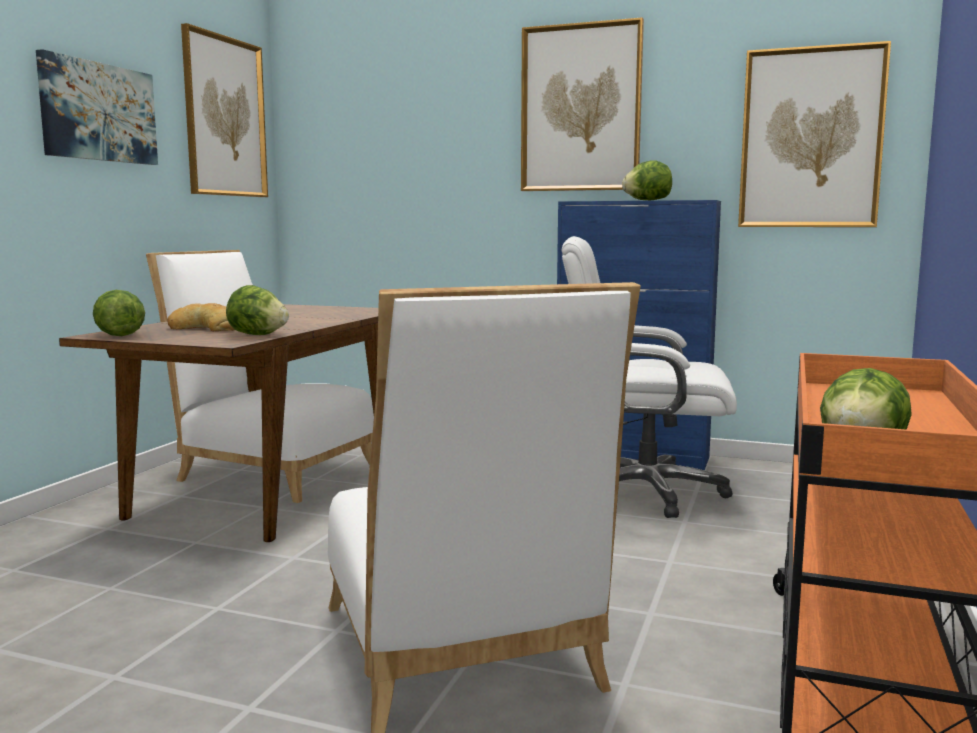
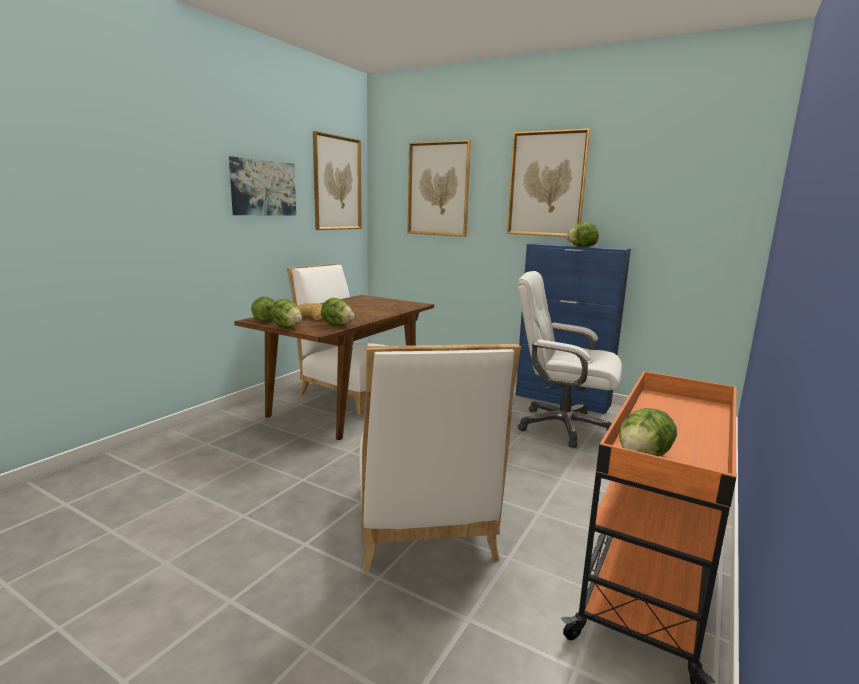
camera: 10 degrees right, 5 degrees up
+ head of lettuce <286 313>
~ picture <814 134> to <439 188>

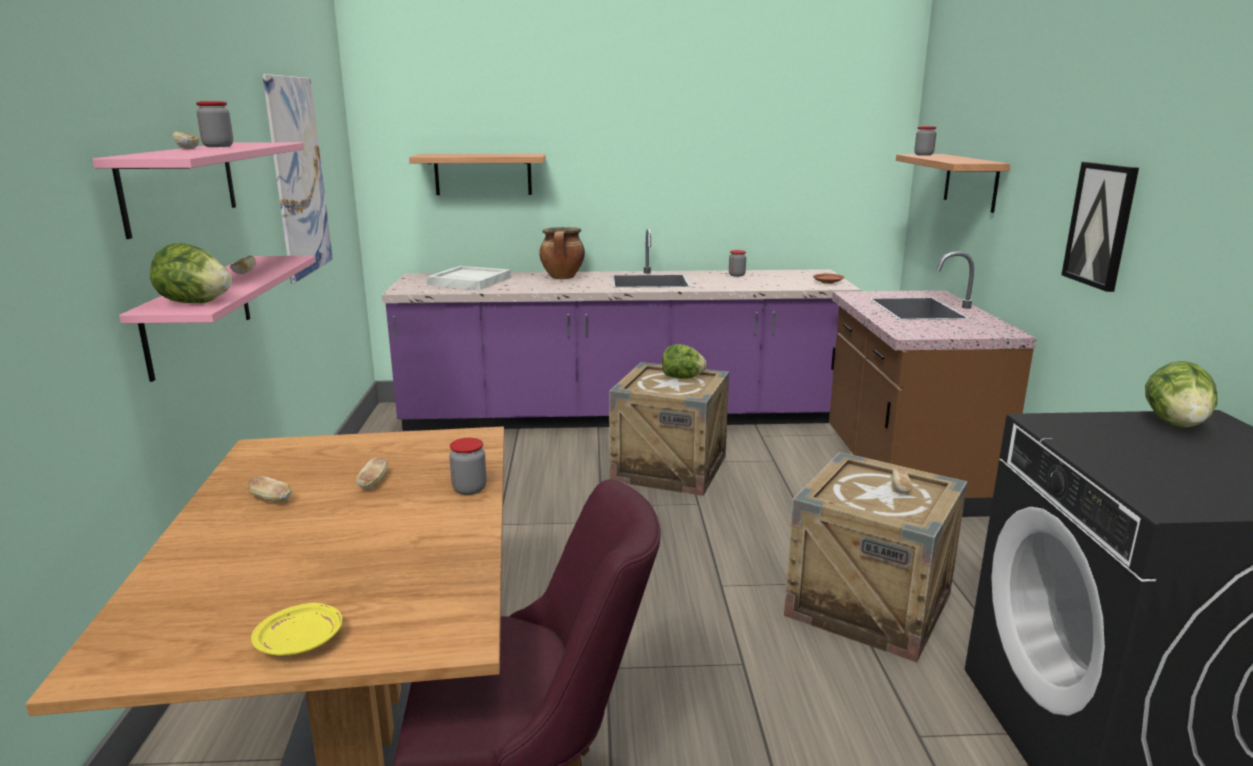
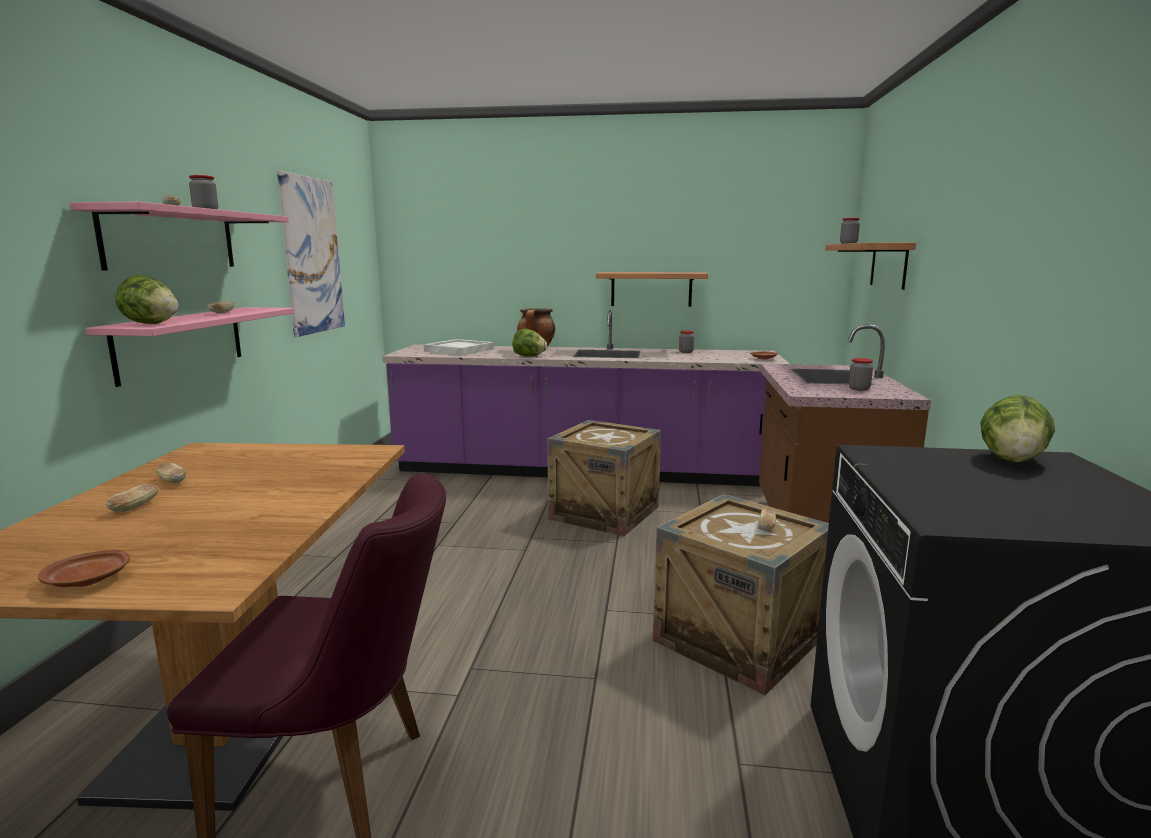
camera: 10 degrees right, 5 degrees down
~ yellowish dinner plate <296 629> to brown dinner plate <84 568>
~ baked bread <372 473> to <132 498>
~ head of lettuce <684 361> to <529 342>
~ wall shelf <477 174> to <652 289>
~ jar <468 466> to <861 374>
- picture <1100 227>

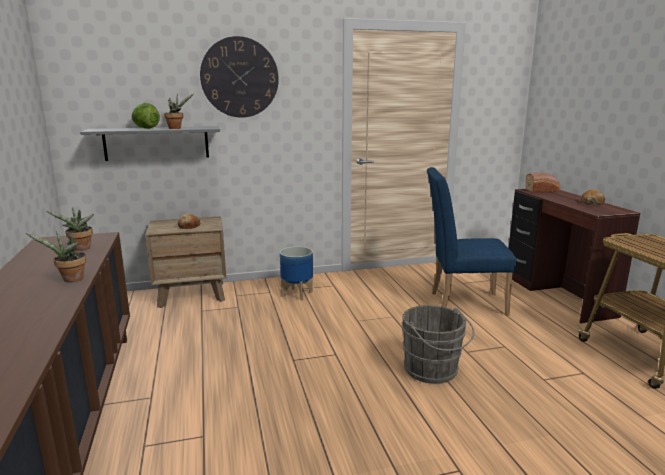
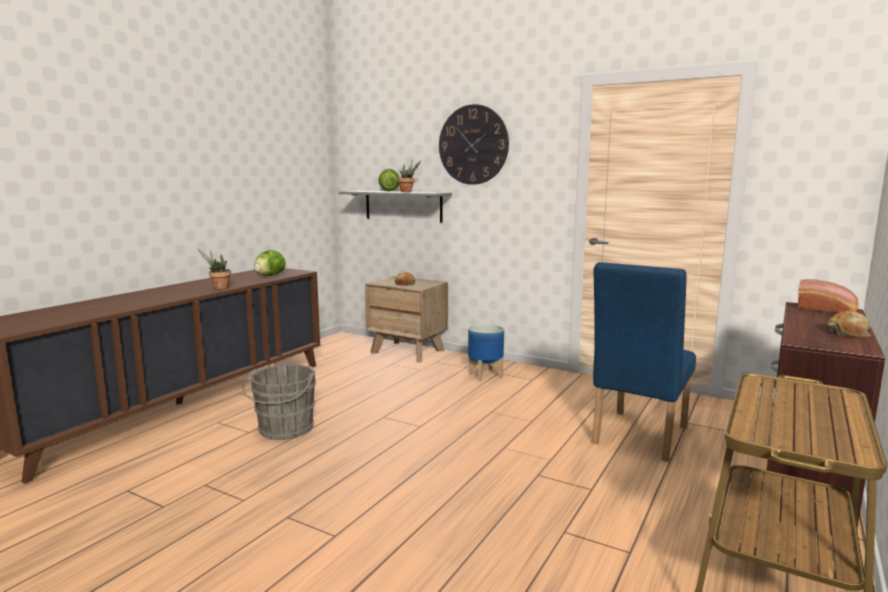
camera: 45 degrees right, 5 degrees down
~ greyish bucket <438 344> to <280 402>
~ plant in a pot <70 229> to head of lettuce <270 263>
~ bluish plain chair <471 241> = <644 362> 105 degrees counterclockwise

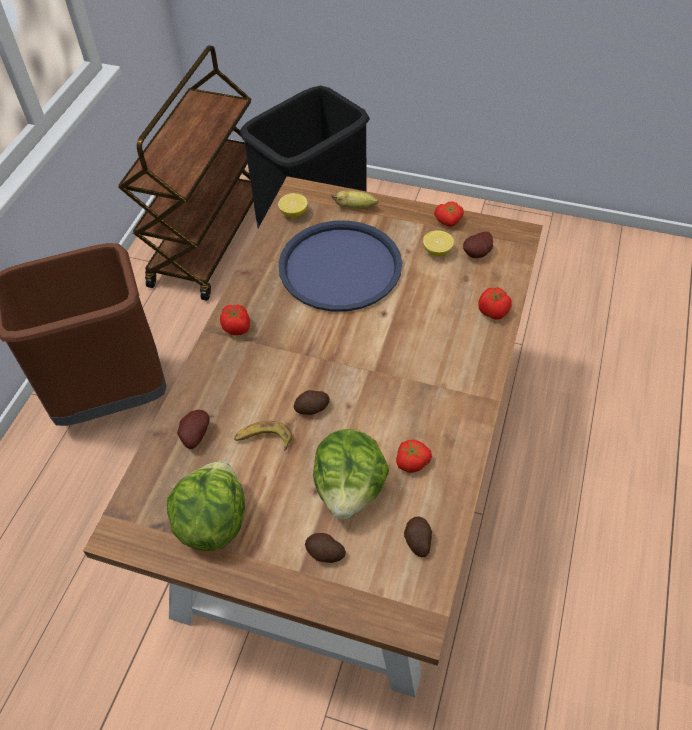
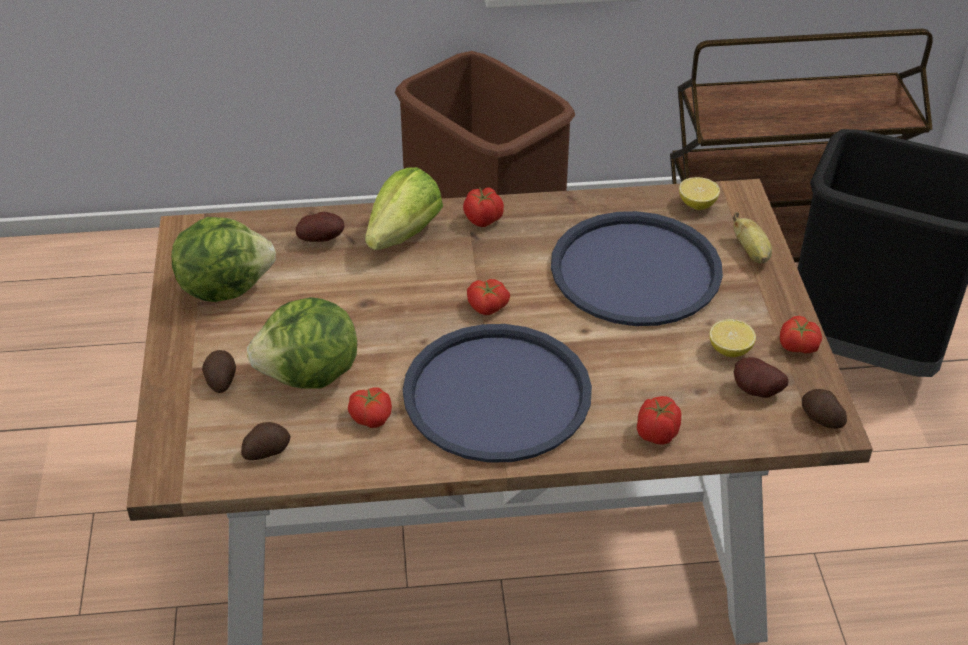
camera: 65 degrees right, 10 degrees down
+ head of lettuce <404 208>
+ bluish carrying tray <497 393>
+ fresh tomato <488 297>
~ whole potato <312 402> to <824 409>
- banana fruit <263 436>

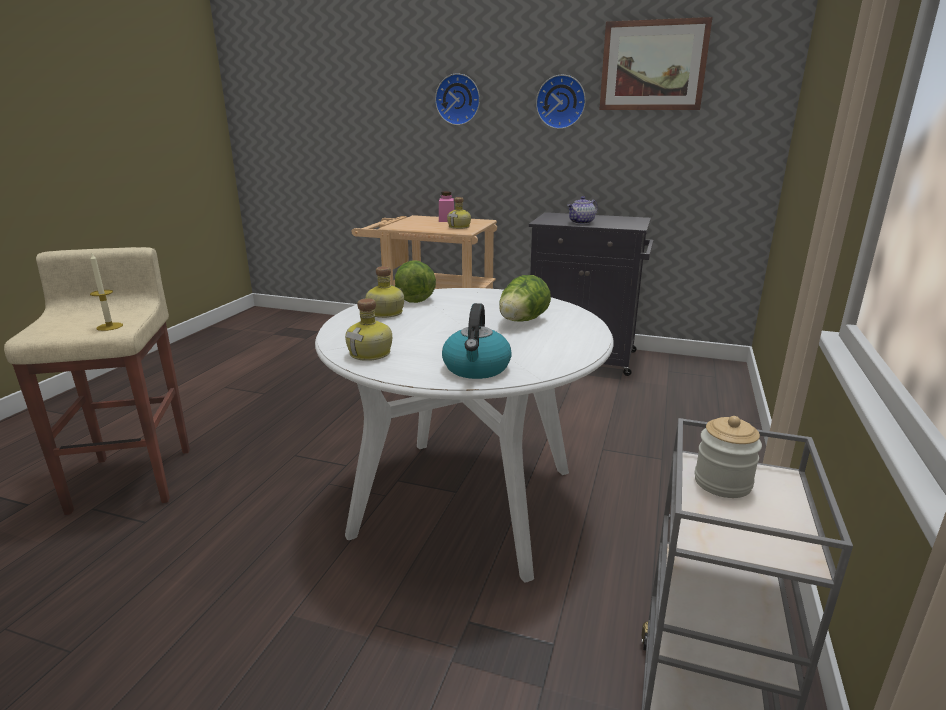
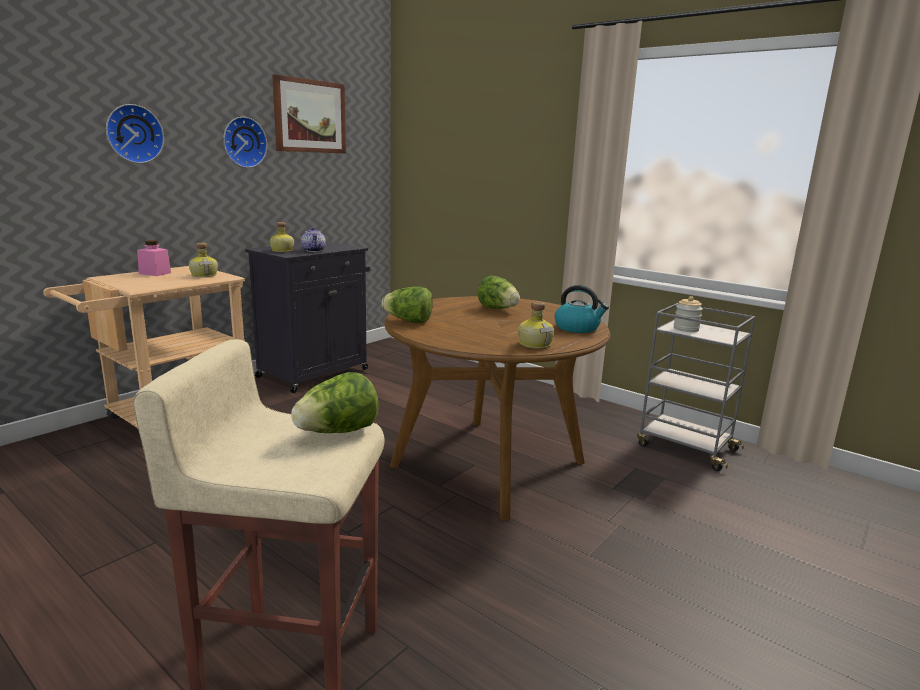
camera: 70 degrees left, 5 degrees down
~ drink bottle <384 292> to <282 237>
~ wax light <106 292> to head of lettuce <335 402>
~ white dinner table <464 435> to brown dinner table <497 408>

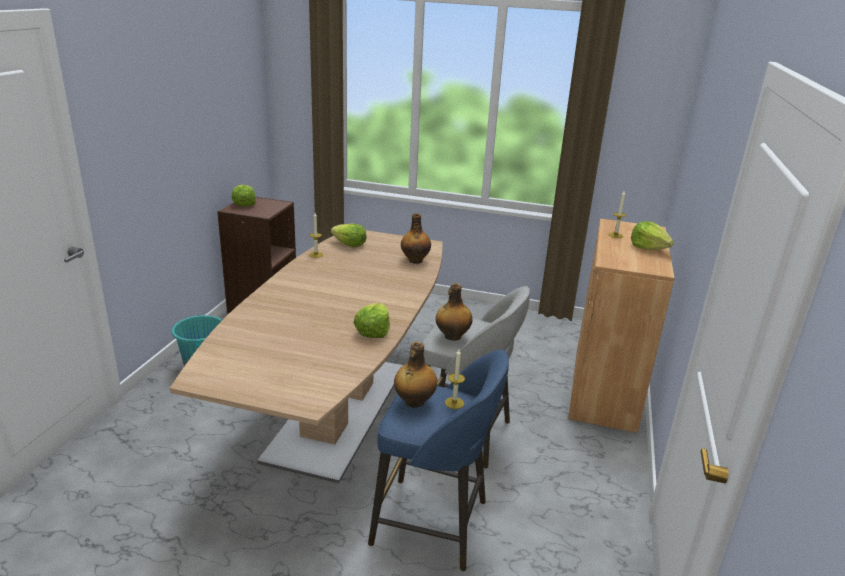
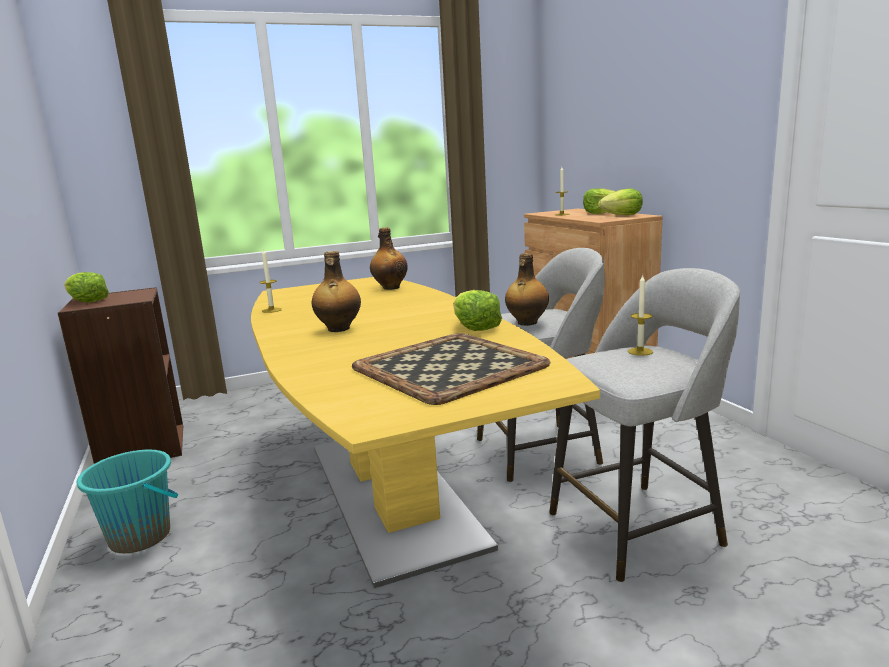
camera: 35 degrees left, 10 degrees down
~ brown dinner table <306 356> to yellowish dinner table <425 432>
~ drink bottle <415 375> to <336 291>
+ carrying tray <451 369>
~ bluish stool seat <438 460> to greyish stool seat <644 425>
~ head of lettuce <349 235> to <620 202>

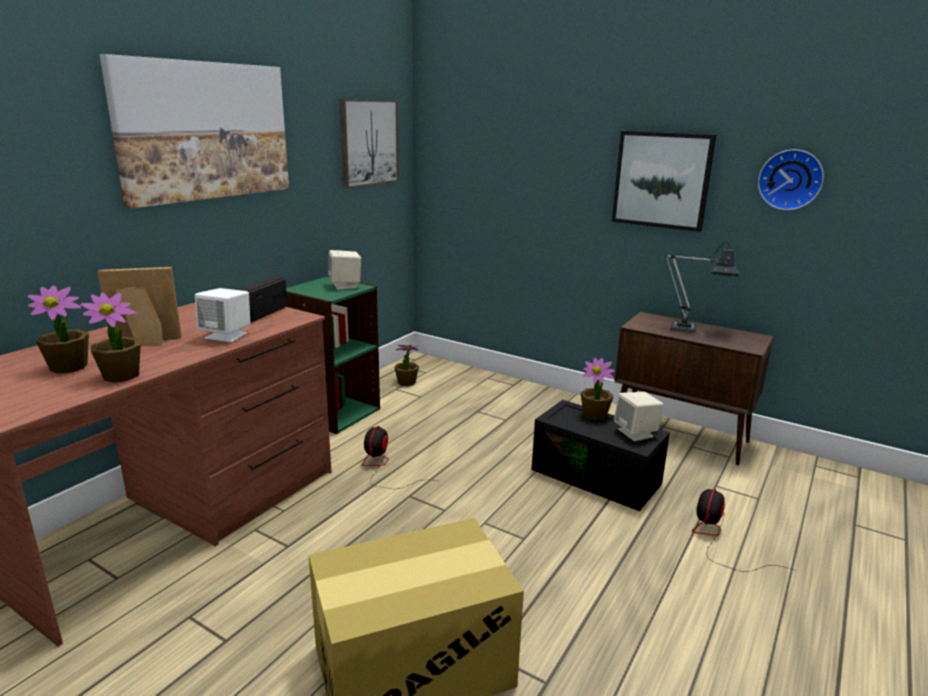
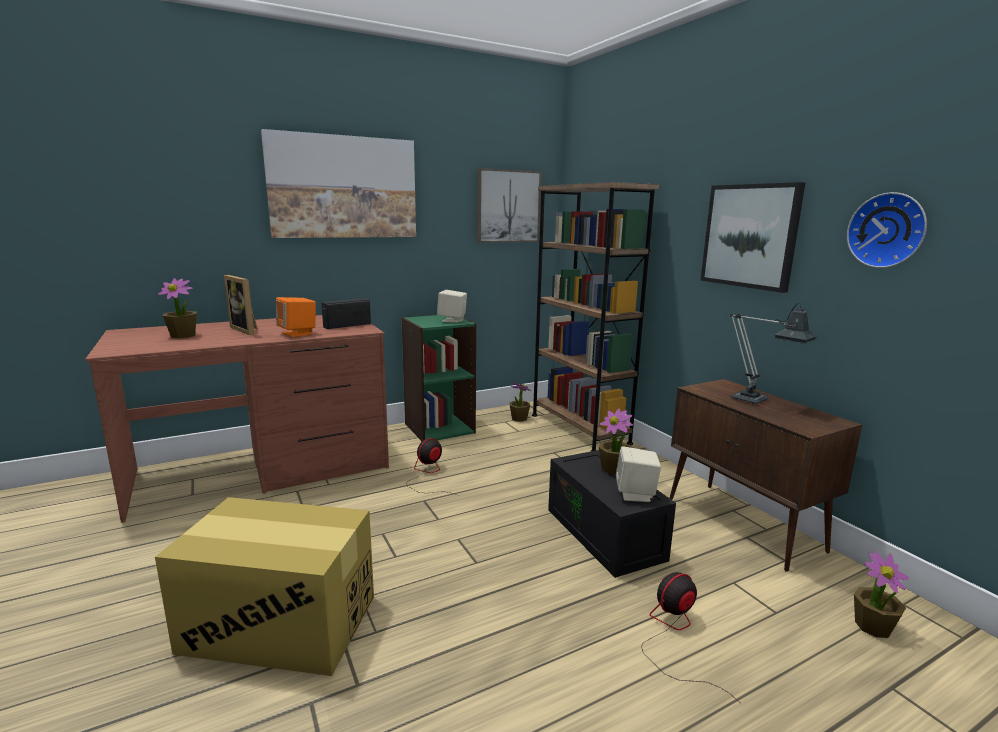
camera: 30 degrees right, 5 degrees down
~ photo frame <139 306> = <241 305> 150 degrees counterclockwise
~ white speaker <222 315> to orangey speaker <296 317>
+ brown bookshelf <595 317>
~ plant in a pot <111 338> to <881 594>

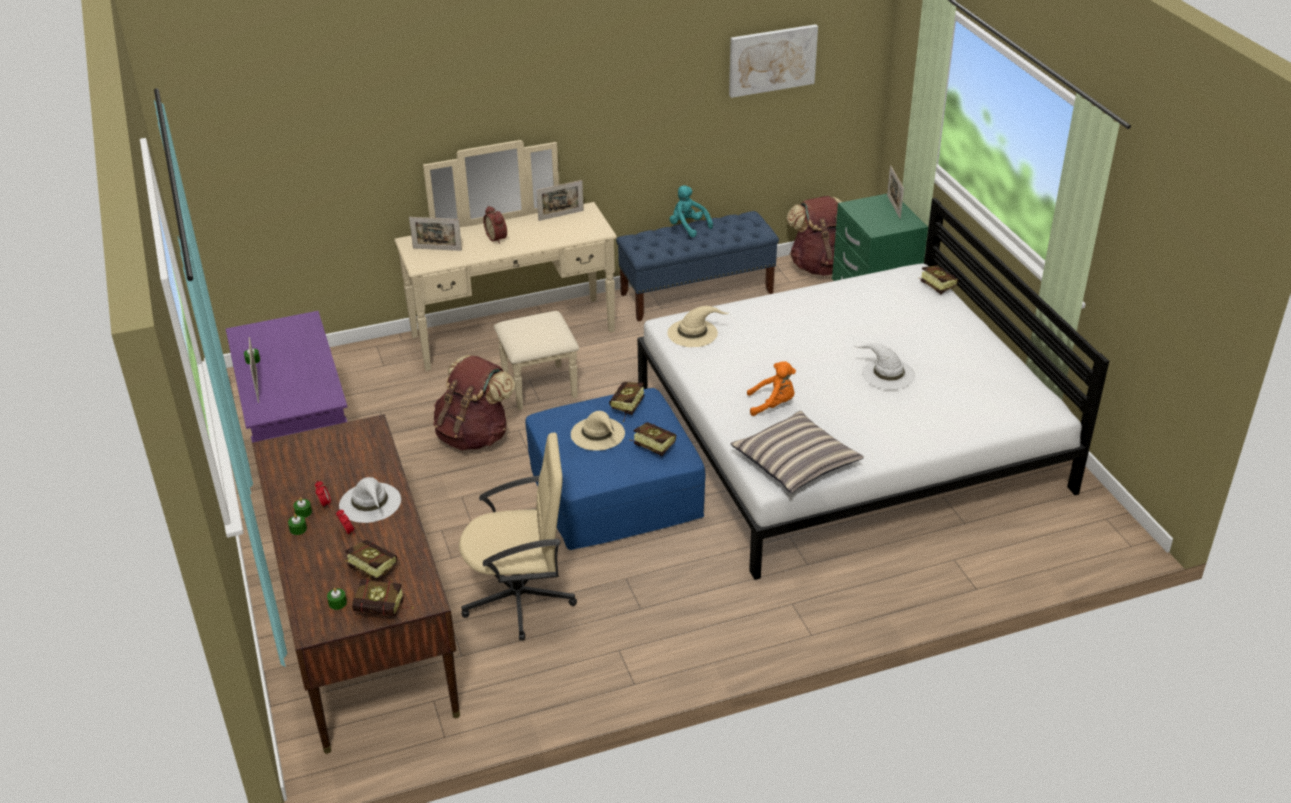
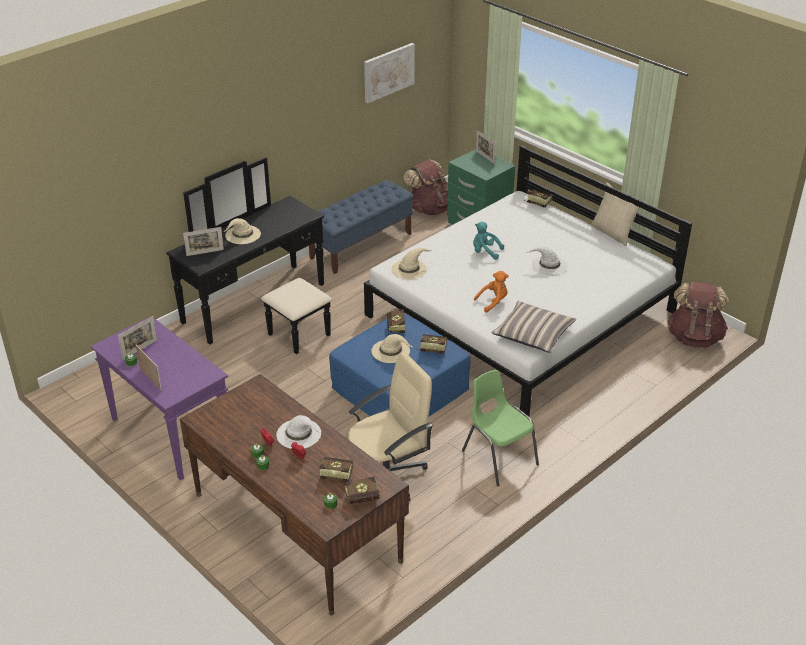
camera: 25 degrees left, 0 degrees up
~ photo frame <560 200> to <137 338>
~ beige-coloured drawer chest <505 275> to black drawer chest <249 255>
~ alarm clock <495 225> to beige-coloured wearable hat <242 231>
+ green plain chair <500 428>
~ turquoise cuddly toy <691 211> to <488 241>
+ beige-coloured cushion <615 214>
~ brown knapsack <474 402> to <698 315>

